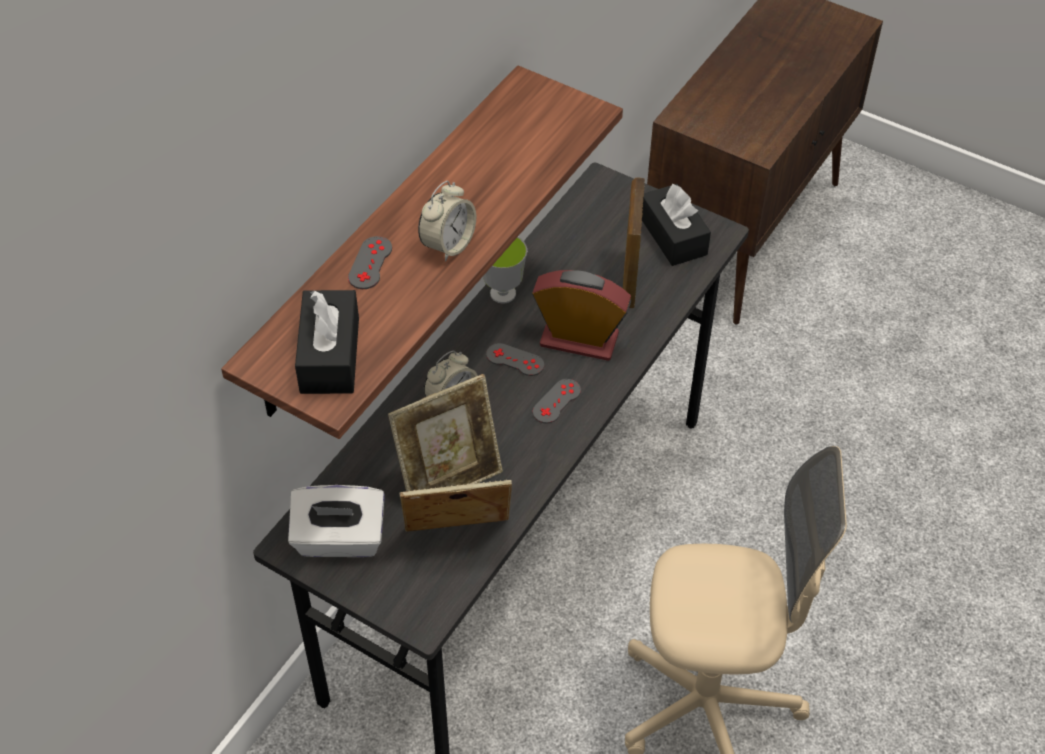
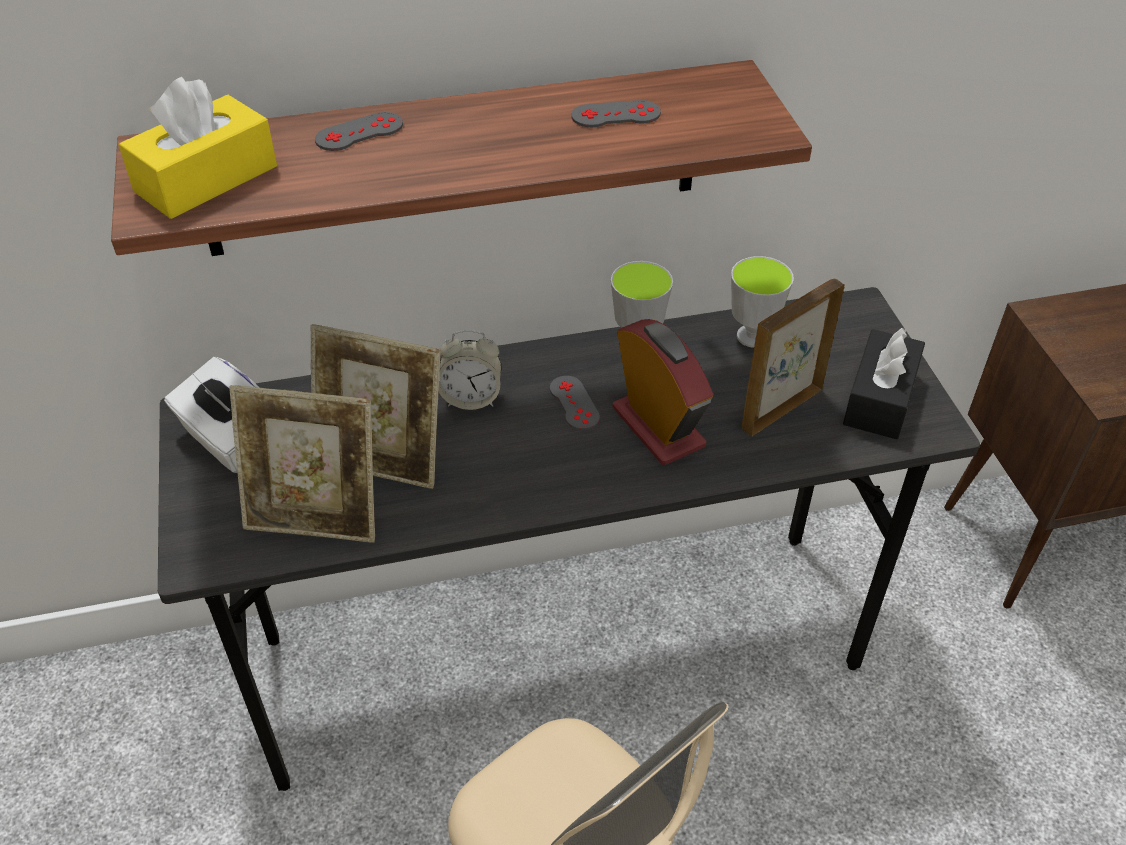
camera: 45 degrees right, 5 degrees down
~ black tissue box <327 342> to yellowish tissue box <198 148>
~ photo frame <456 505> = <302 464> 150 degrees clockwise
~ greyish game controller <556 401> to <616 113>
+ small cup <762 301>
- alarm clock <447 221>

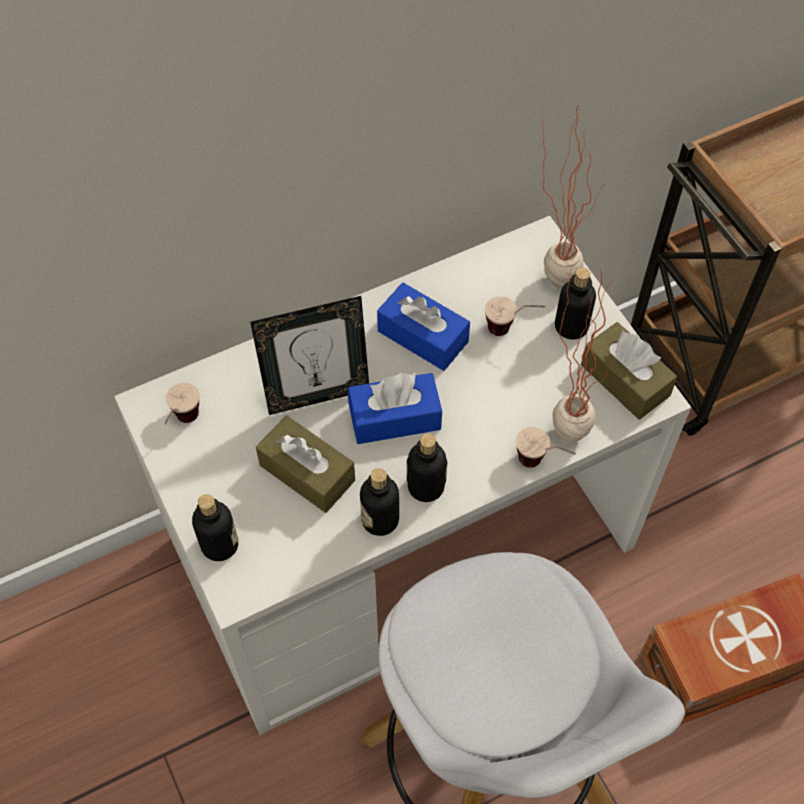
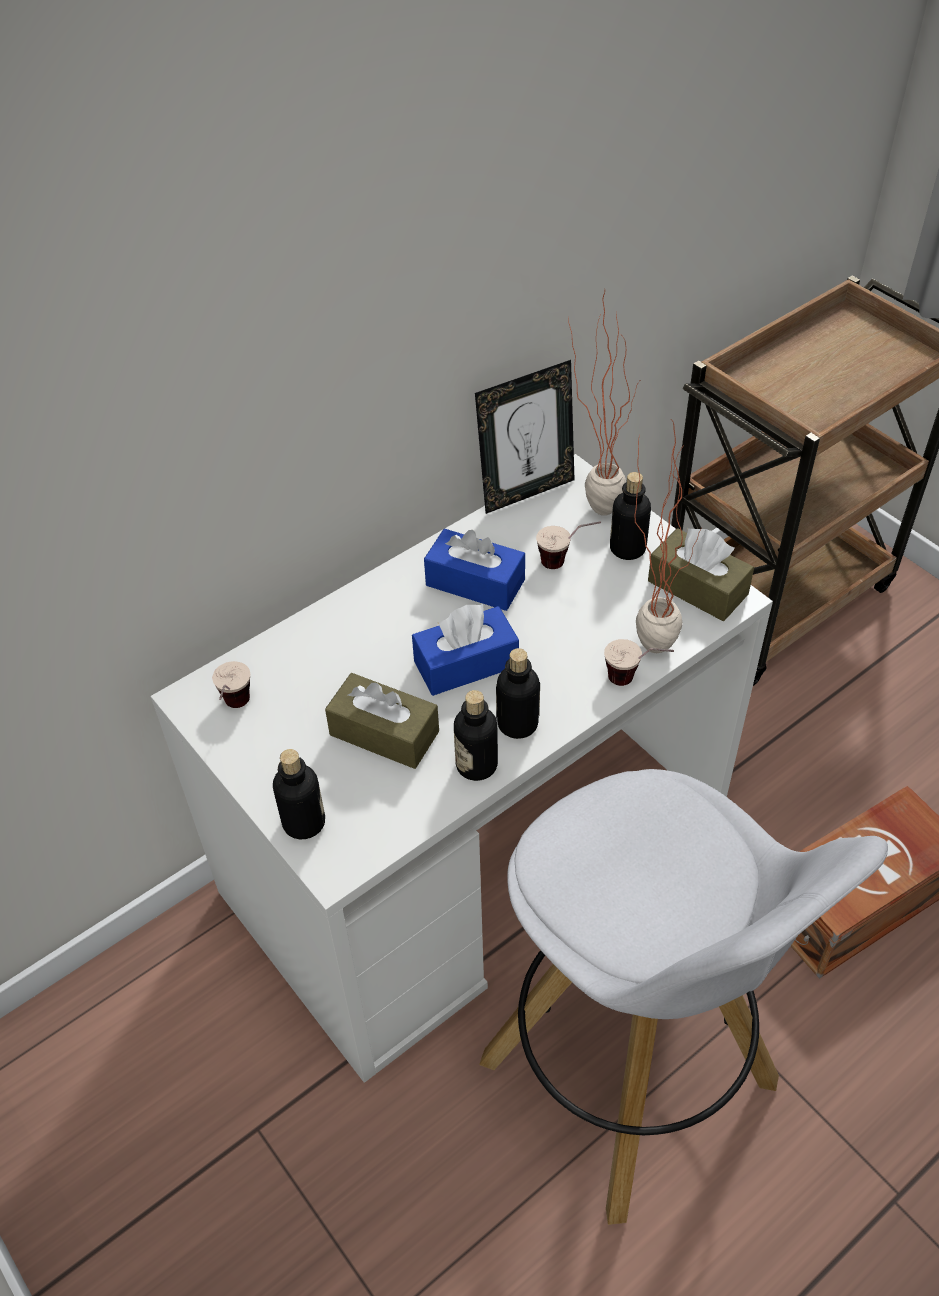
camera: 10 degrees left, 10 degrees down
~ photo frame <309 355> to <525 437>

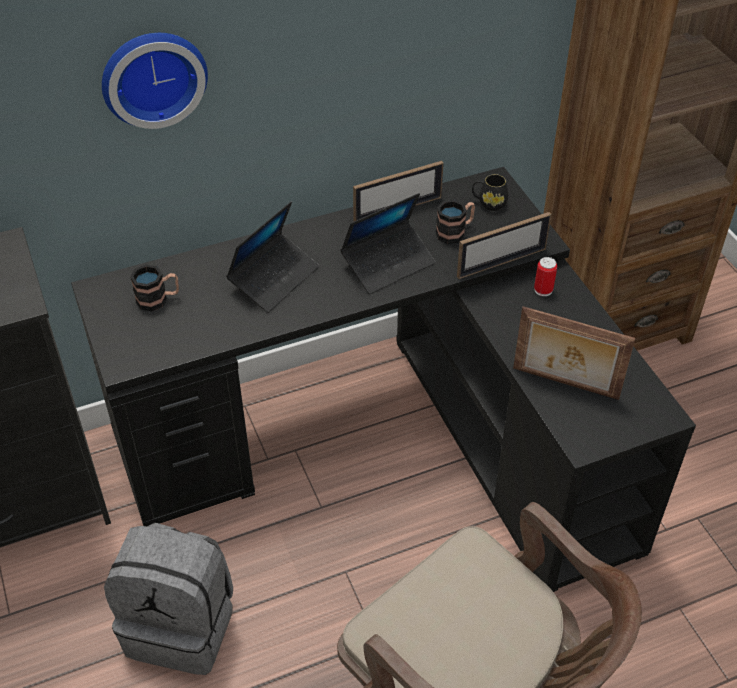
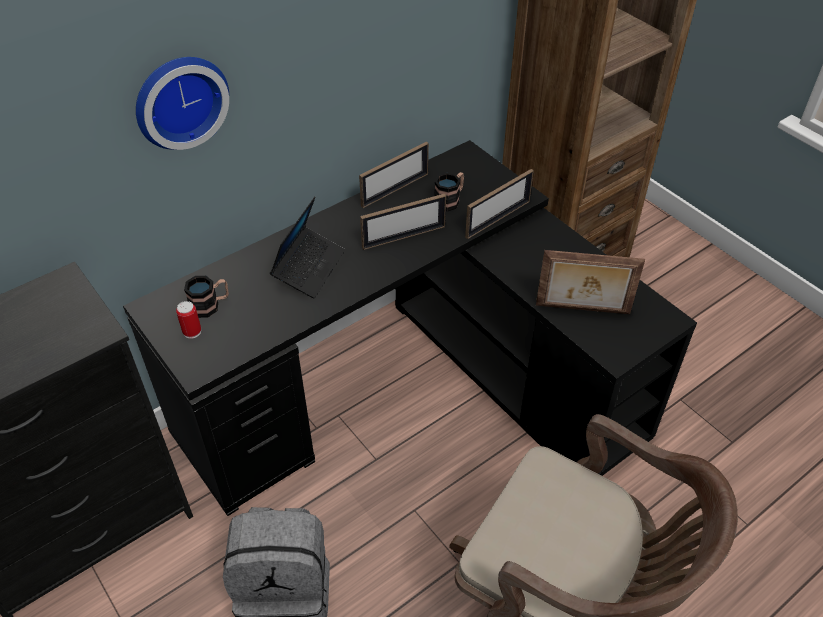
camera: 15 degrees left, 0 degrees up
~ sealed can <545 276> to <188 320>
~ notebook computer <388 243> to photo frame <403 222>
- black mug <490 192>

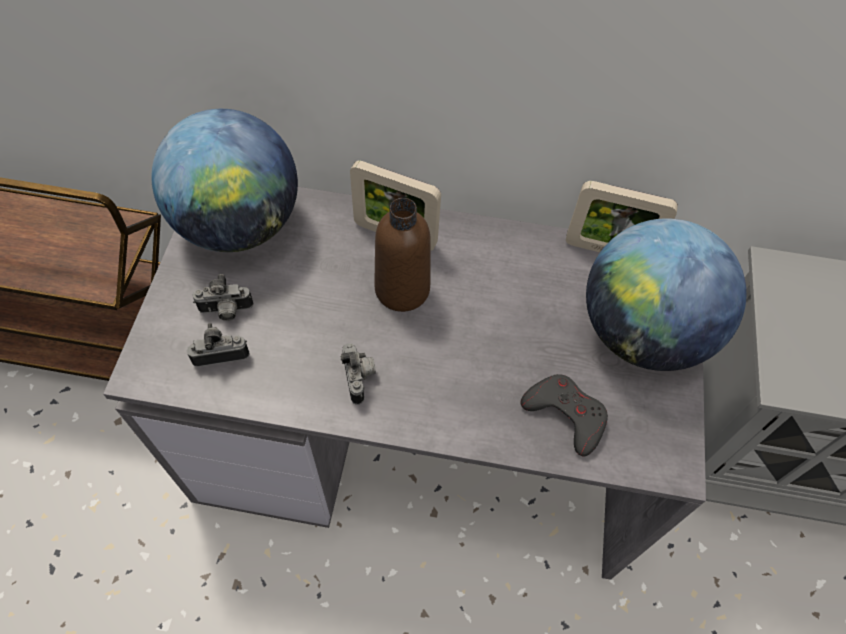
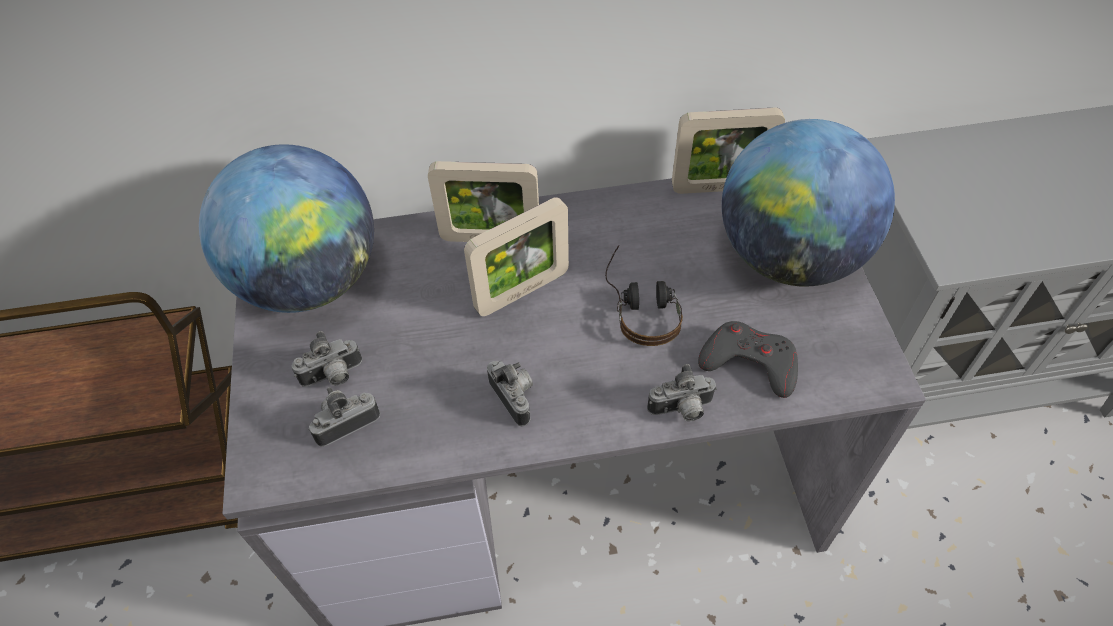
camera: 15 degrees left, 5 degrees down
~ brown drink bottle <402 255> to photo frame <516 256>
+ pair of headphones <644 295>
+ still camera <682 392>

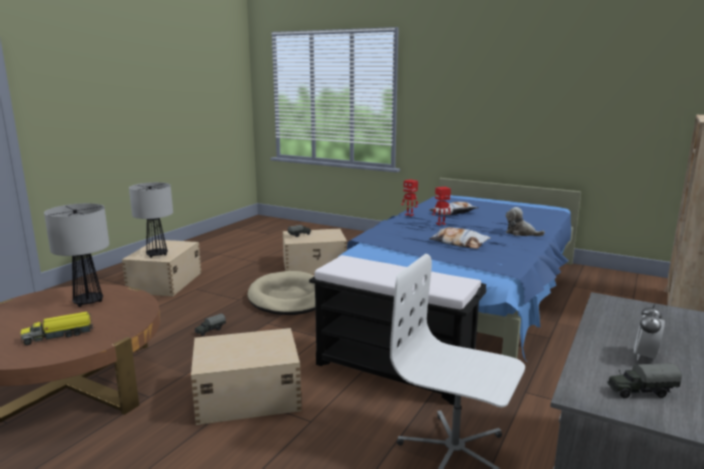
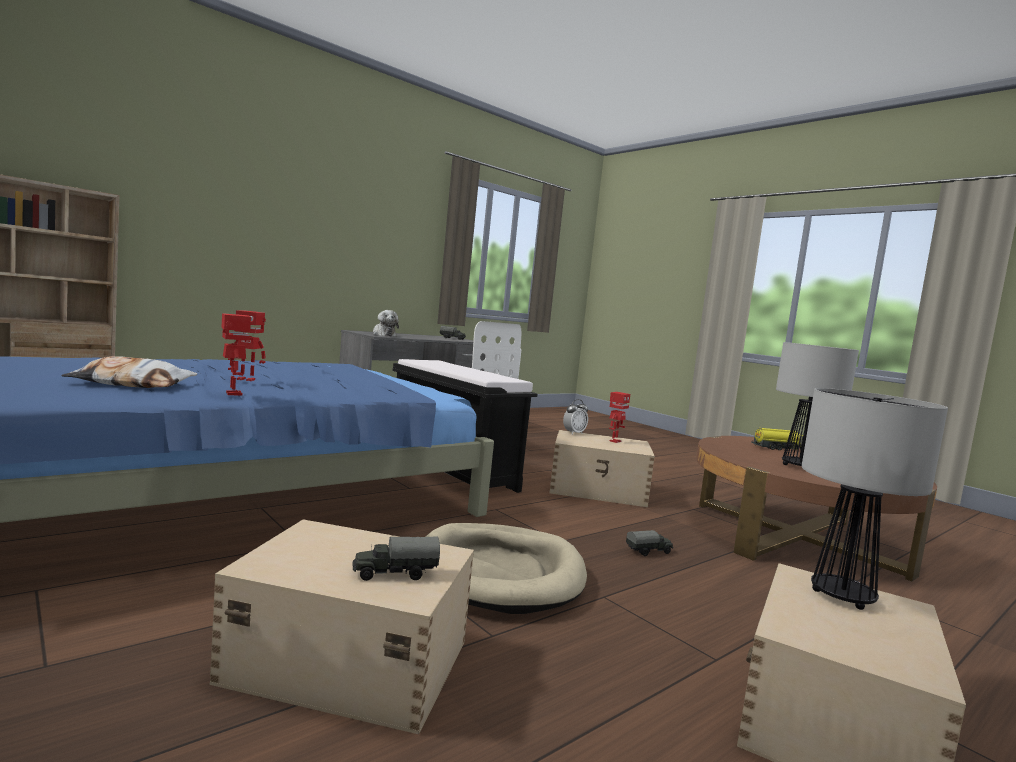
camera: 160 degrees left, 10 degrees down
~ cuddly toy <525 221> to <386 323>
~ alarm clock <649 331> to <575 417>
+ robot figure <619 417>
- cushion <460 238>

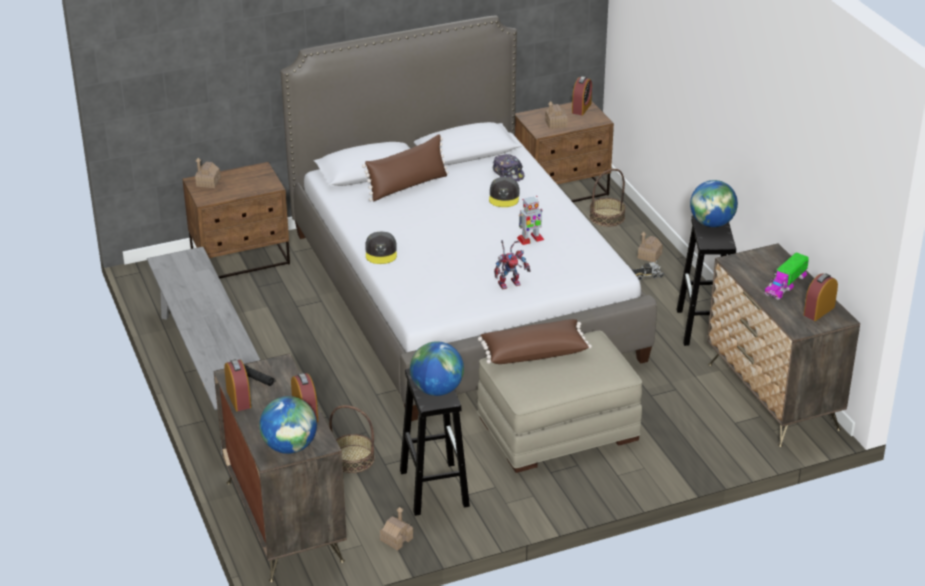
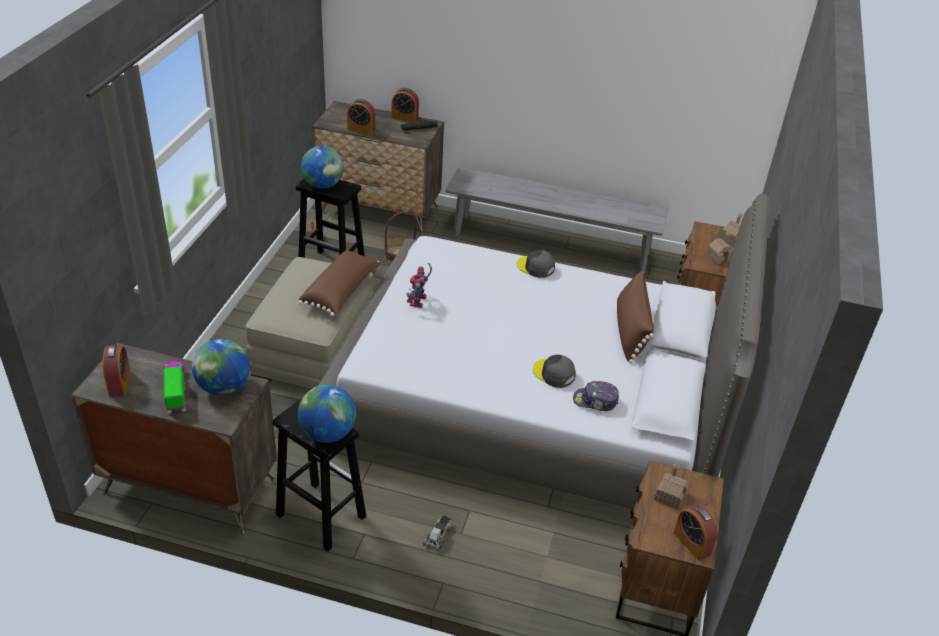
camera: 125 degrees right, 5 degrees up
~ desk globe <288 425> to <221 367>
~ model house <650 247> to <719 248>
- robot figure <530 220>
- basket <607 198>

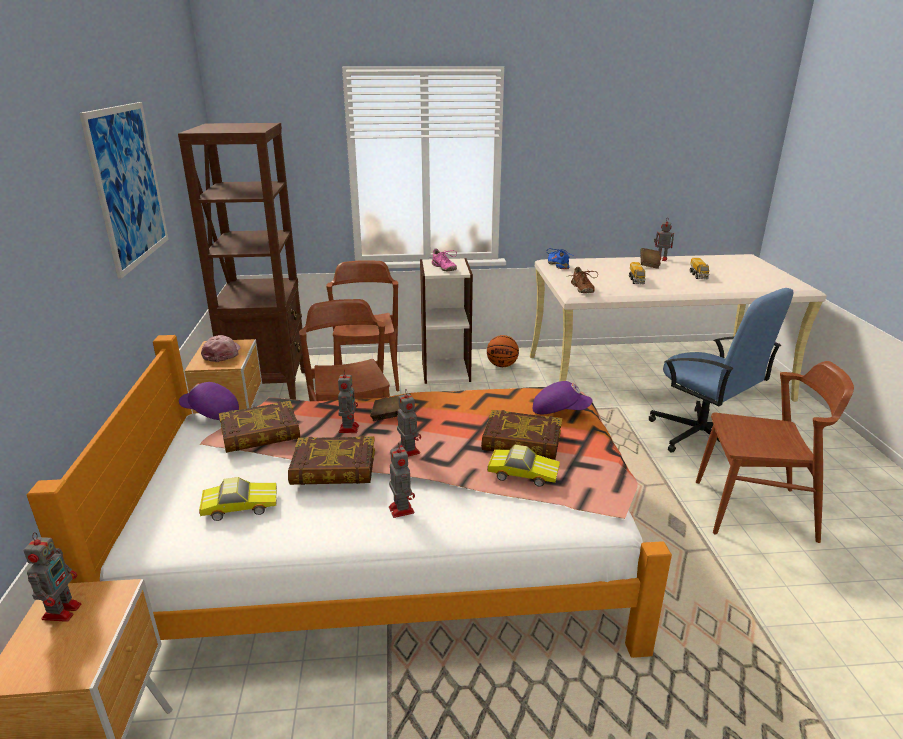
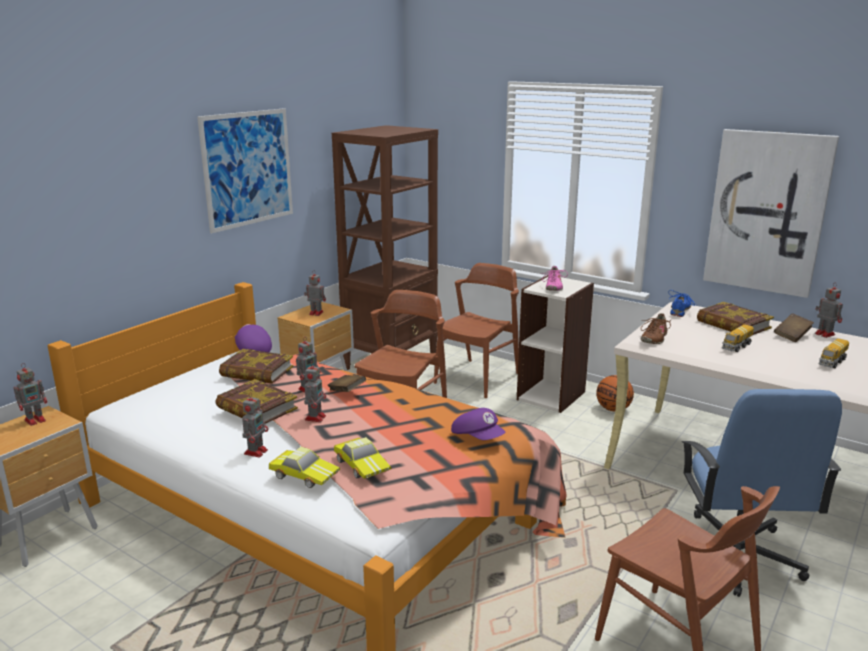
camera: 40 degrees right, 5 degrees down
~ miniature car <238 499> to <304 467>
~ pink-coloured baseball cap <221 348> to robot figure <315 293>
~ bound book <521 435> to <735 319>
+ picture <771 213>

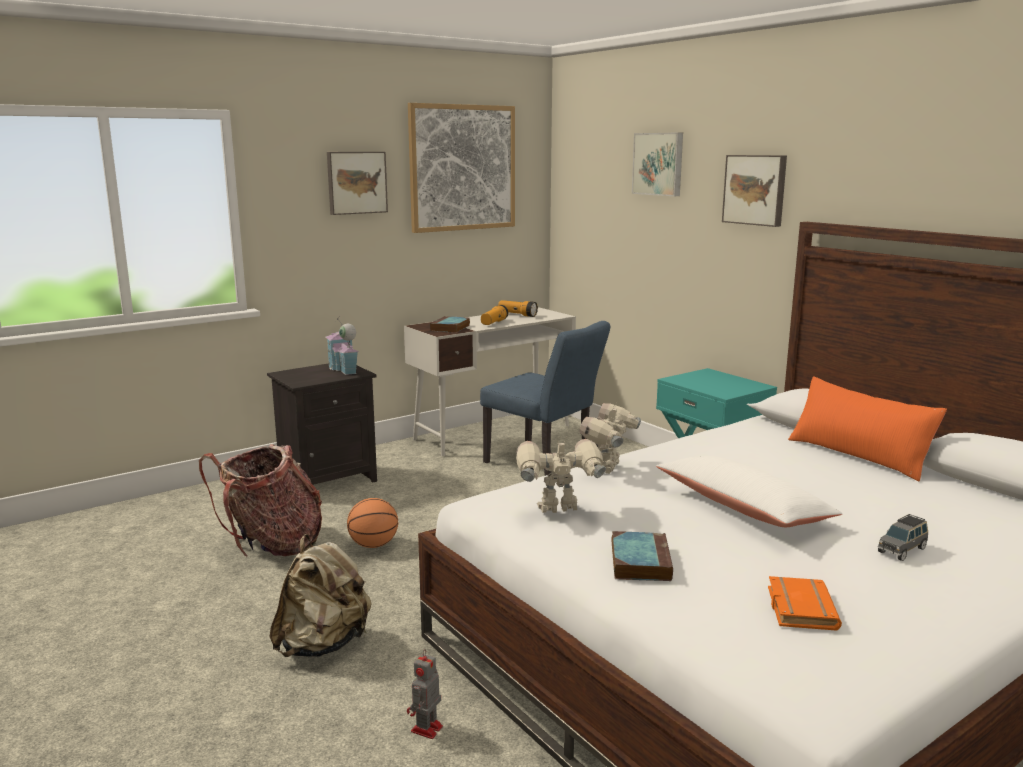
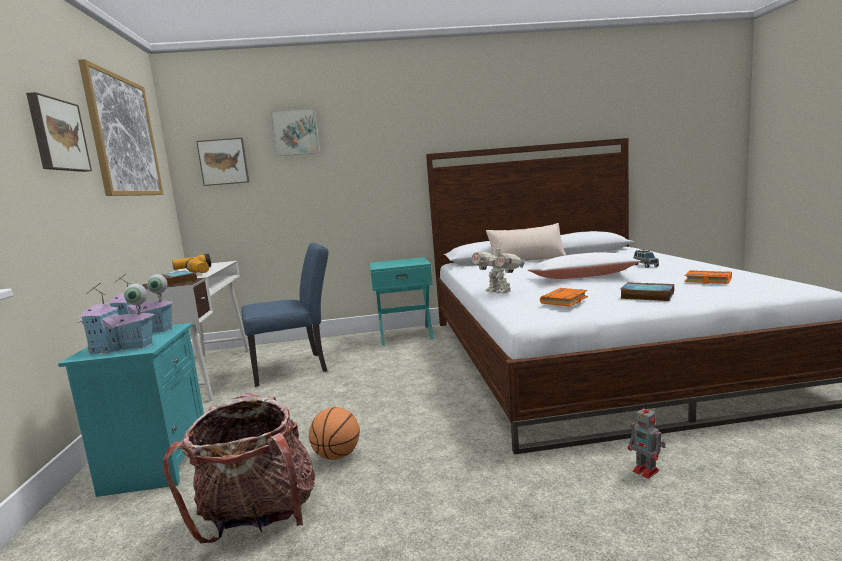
camera: 60 degrees left, 5 degrees down
~ black nightstand <322 424> to turquoise nightstand <131 410>
+ model house <116 318>
~ picture <754 191> to <222 162>
~ orangey cushion <867 428> to beige-coloured cushion <526 242>
~ robot figure <561 474> to orangey bound book <564 297>
- beige-coloured knapsack <320 595>

